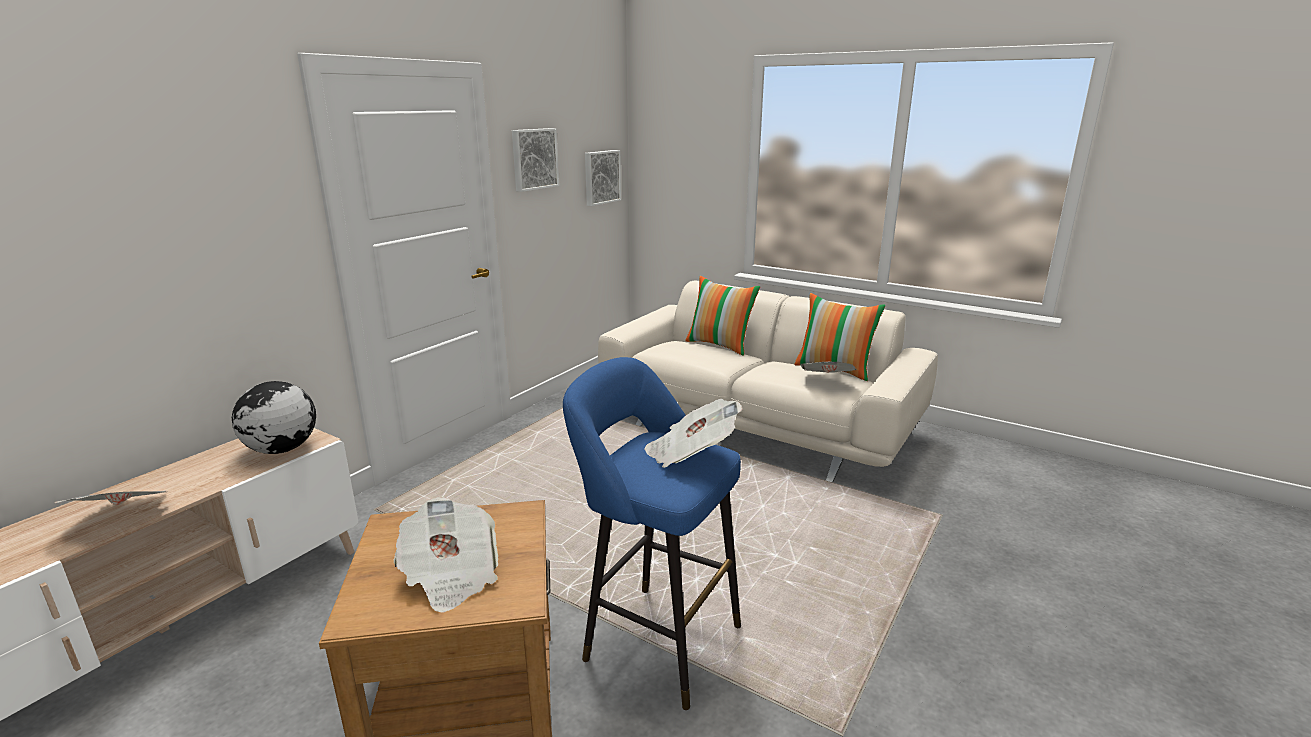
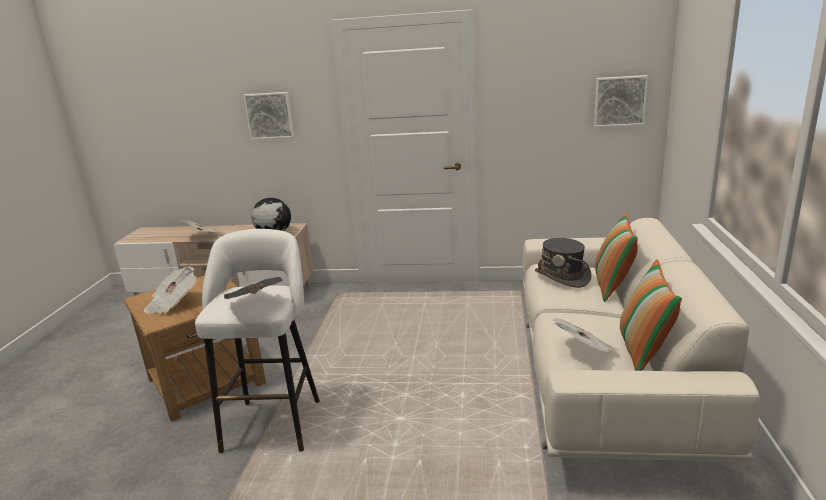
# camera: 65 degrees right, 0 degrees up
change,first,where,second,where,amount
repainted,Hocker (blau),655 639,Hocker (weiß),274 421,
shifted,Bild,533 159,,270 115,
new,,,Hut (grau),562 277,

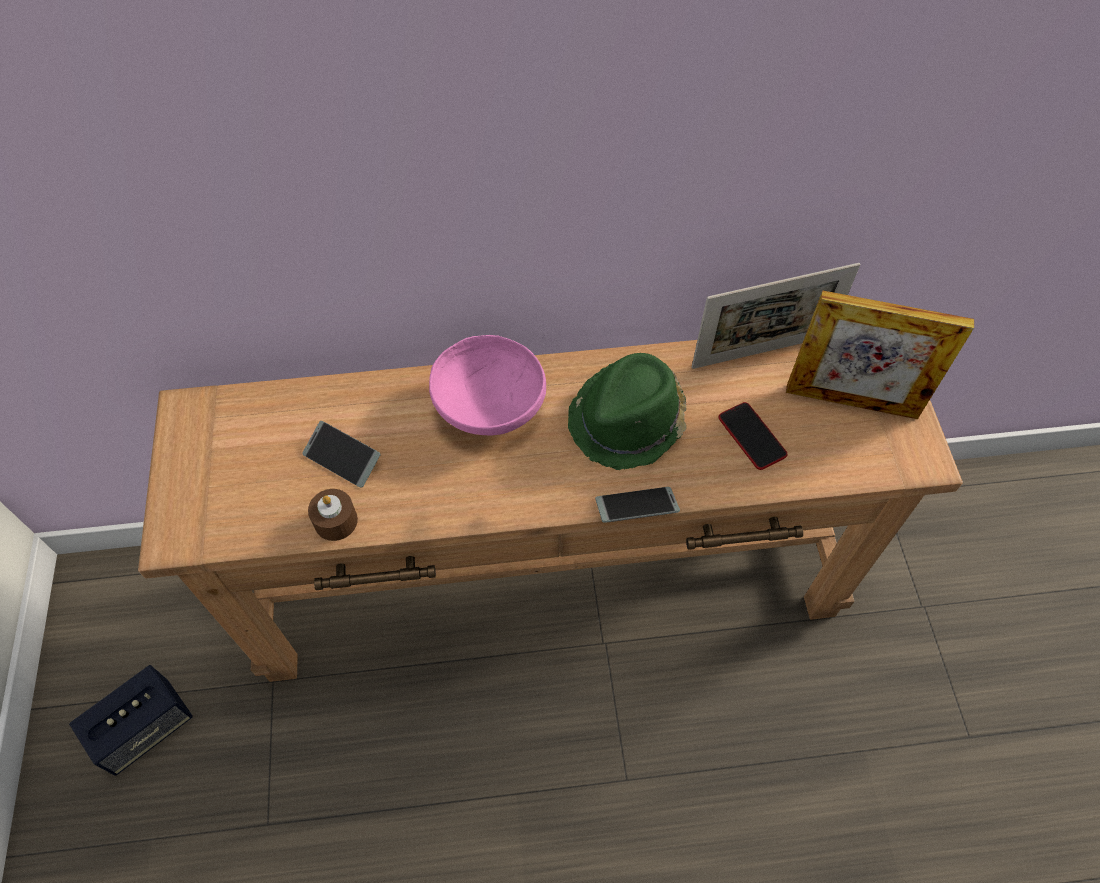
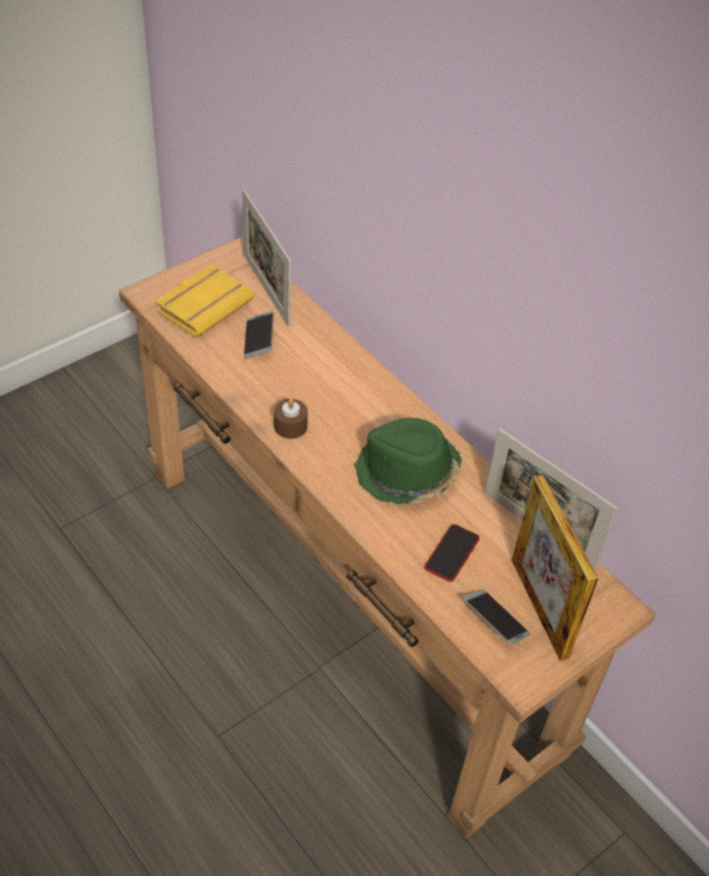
# camera: 55 degrees right, 10 degrees down
change,first,where,second,where,amount
new,,,Buch (gelb),204 304,
new,,,Bilderrahmen,266 290,
shifted,Kerze (braun),336 521,,290 426,
shifted,Handy,636 508,,494 620,
gone,Lautsprecher,144 728,,,
gone,Schüssel (rosa),488 407,,,

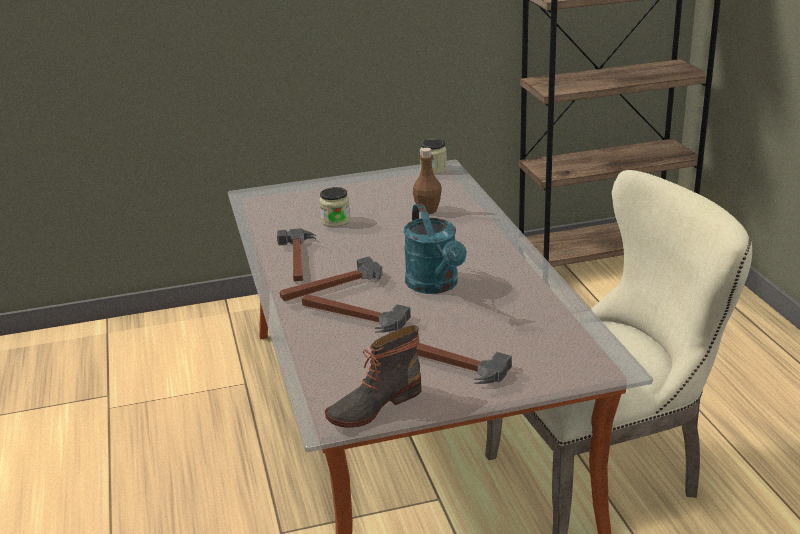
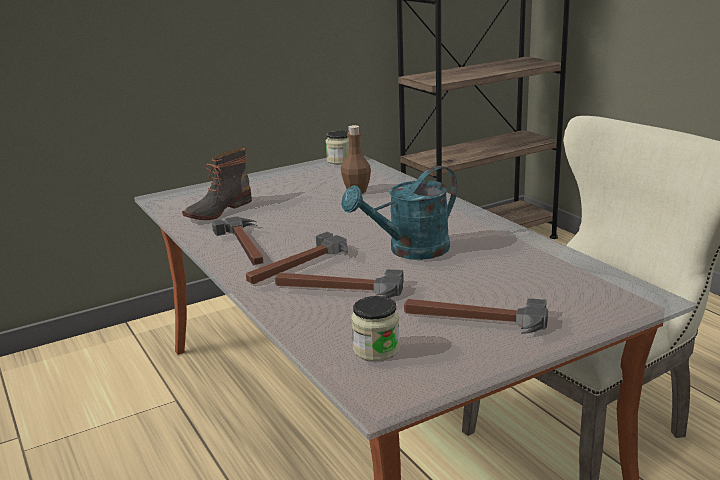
# camera: 15 degrees left, 5 degrees down
change,first,where,second,where,amount
shifted,Stiefel,373 405,,217 210,
rotated,Gießkanne (türkis),435 286,,410 251,90 degrees clockwise
shifted,Vorratsglas,335 221,,376 349,

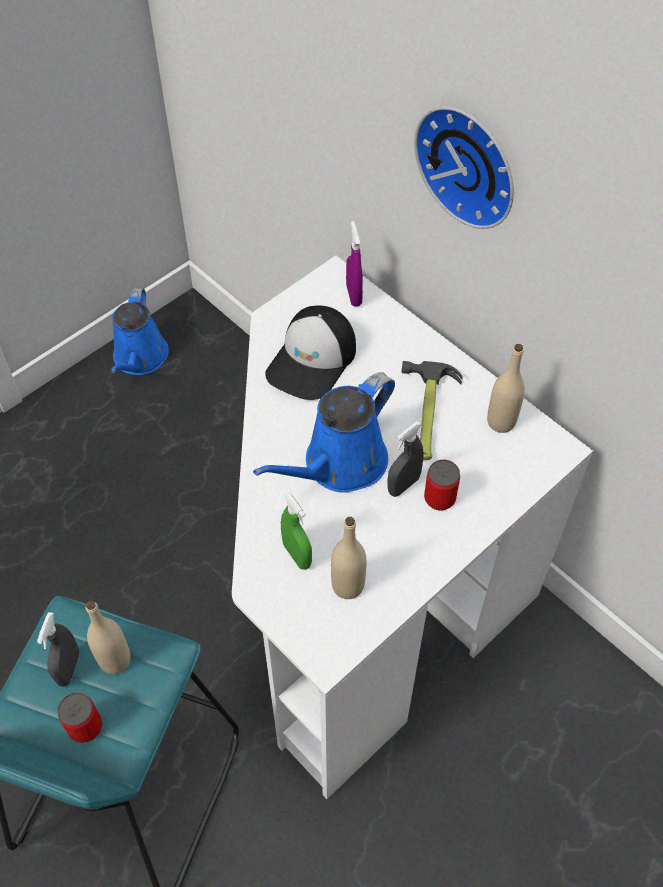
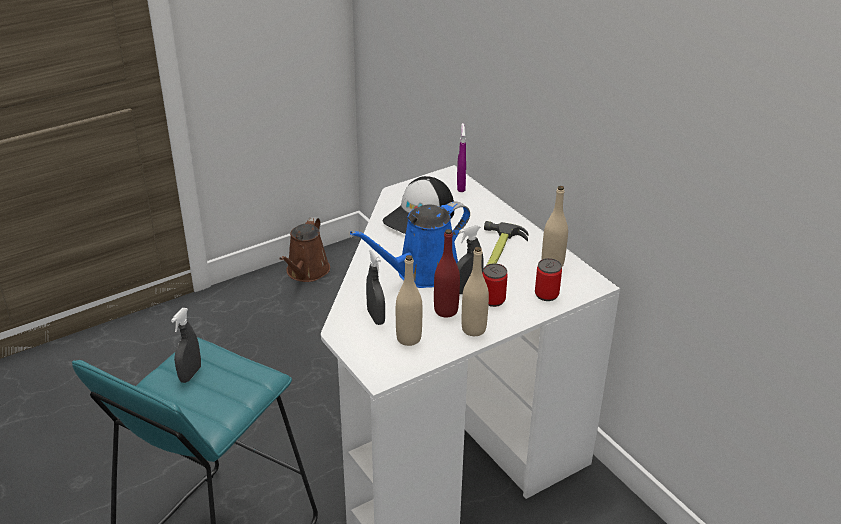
# camera: 10 degrees right, 20 degrees down
change,first,where,second,where,amount
repainted,Gießkanne (blau),139 359,Gießkanne (braun),306 272,
repainted,Sprühflasche (grün),297 555,Sprühflasche (grau),376 317,
new,,,Flasche (rot),446 311,
shifted,Flasche (beige),115 660,,473 329,
shifted,Dose,85 727,,546 294,
gone,Wanduhr,470 164,,,

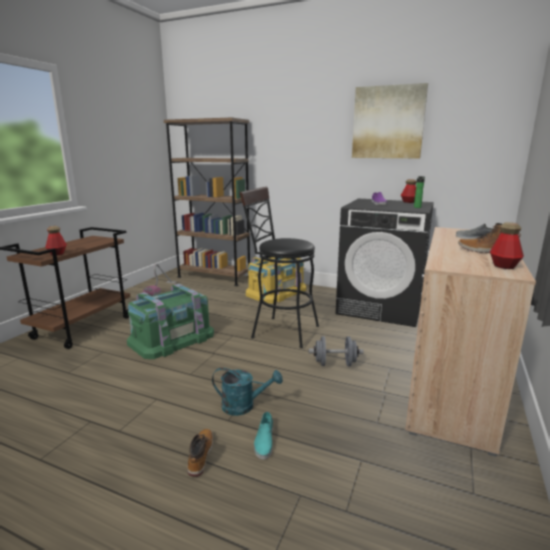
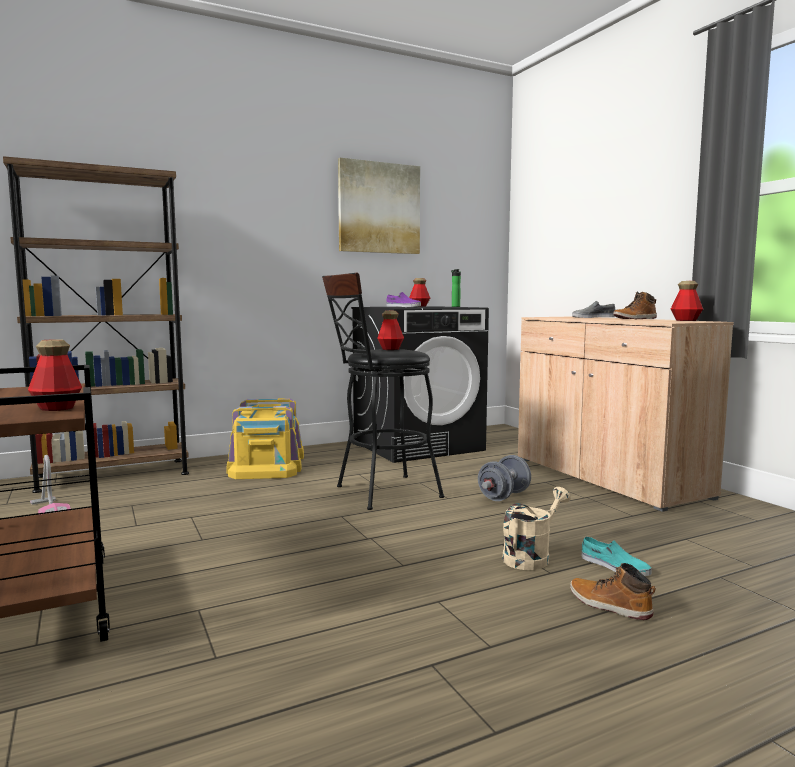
# camera: 50 degrees left, 10 degrees down
change,first,where,second,where,amount
new,,,Flasche,390 349,
repainted,Gießkanne (türkis),244 406,Gießkanne (beige),531 557,
gone,Aufbewahrungsbox (grün),171 338,,,

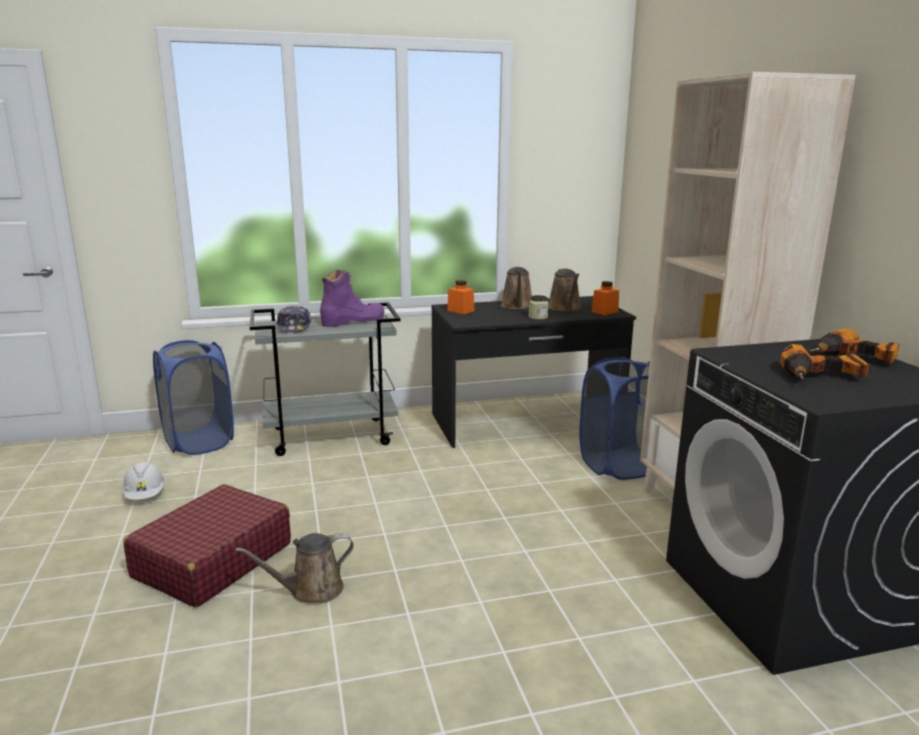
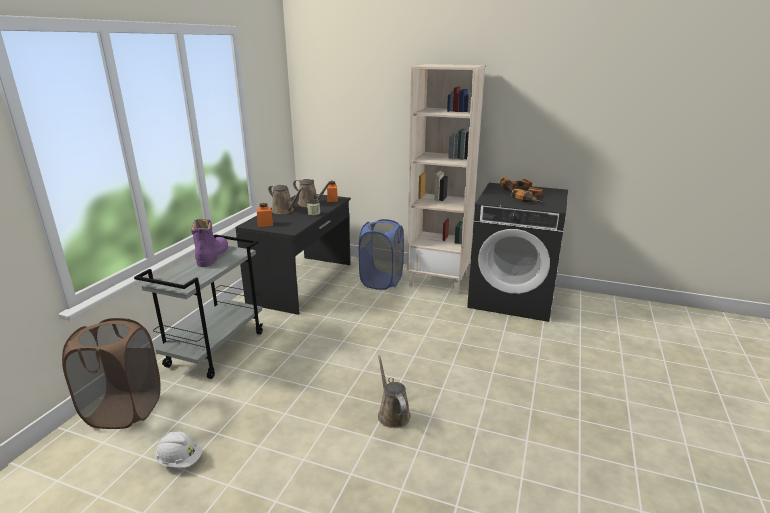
# camera: 55 degrees left, 5 degrees up
change,first,where,second,where,amount
repainted,Wäschekorb (blau),198 442,Wäschekorb (braun),124 410,
rotated,Gießkanne (braun),311 590,,392 414,150 degrees clockwise
gone,Koffer (rot),212 560,,,
gone,Kappe,294 327,,,

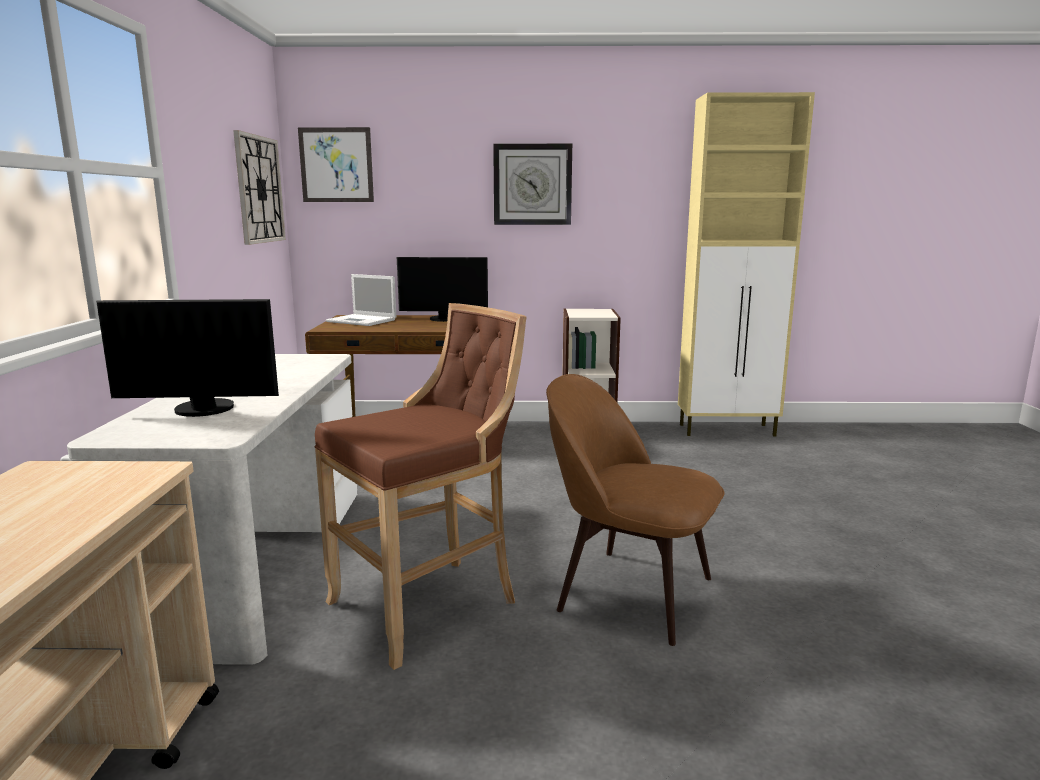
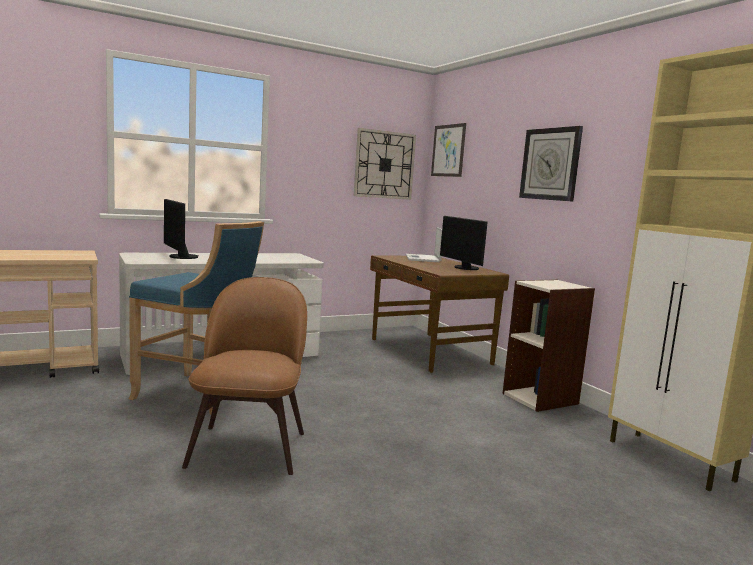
# camera: 60 degrees right, 5 degrees down
change,first,where,second,where,amount
repainted,Hocker (braun),430 604,Hocker (blau),198 395,

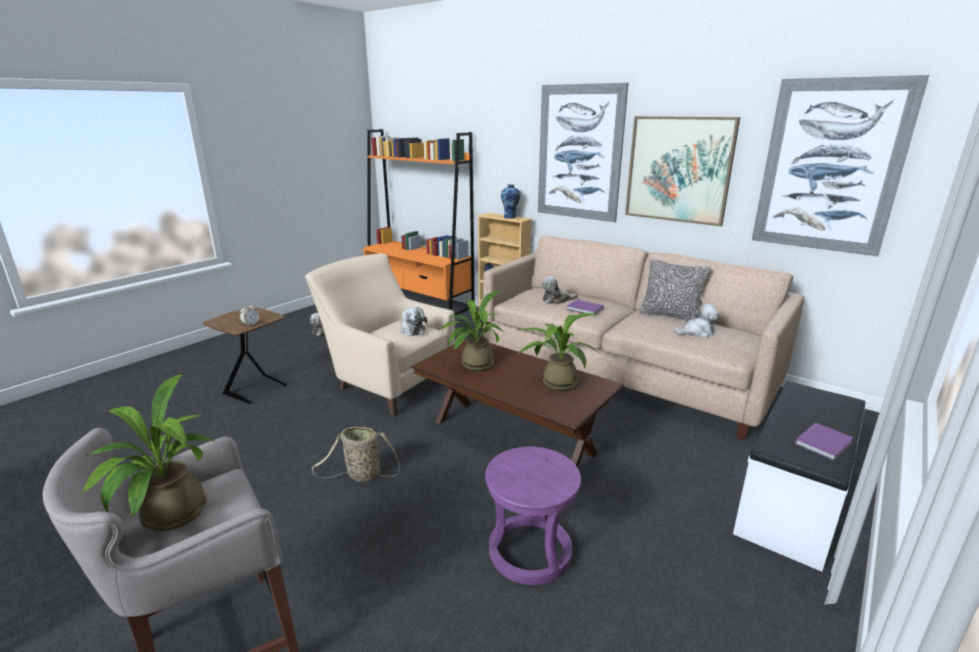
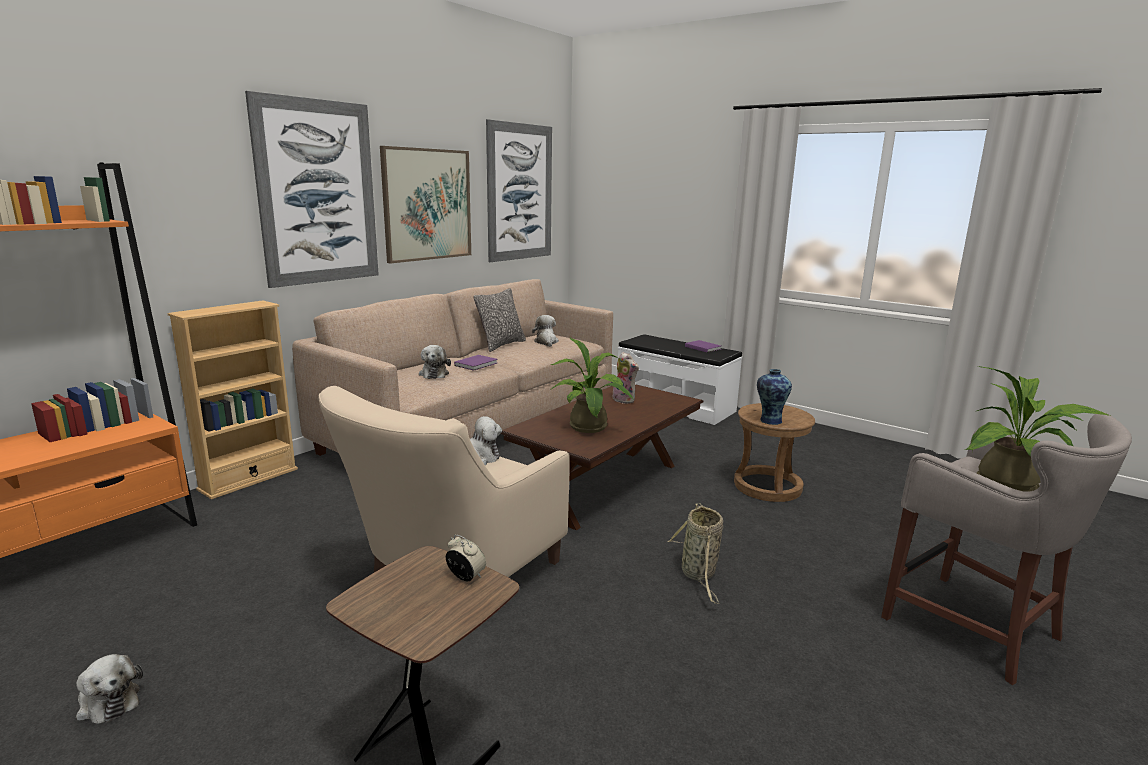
# camera: 90 degrees left, 5 degrees down
change,first,where,second,where,amount
swapped,Topfpflanze,555 382,Plüschtier,625 400,
repainted,Hocker (lila),530 552,Hocker (braun),768 486,
shifted,Vase,510 217,,769 420,

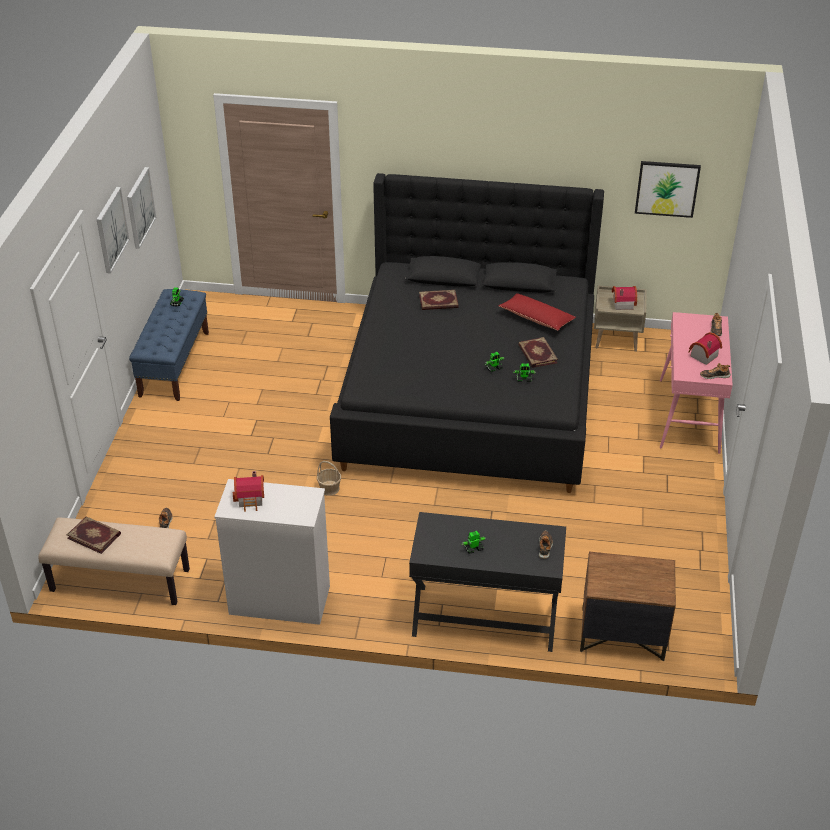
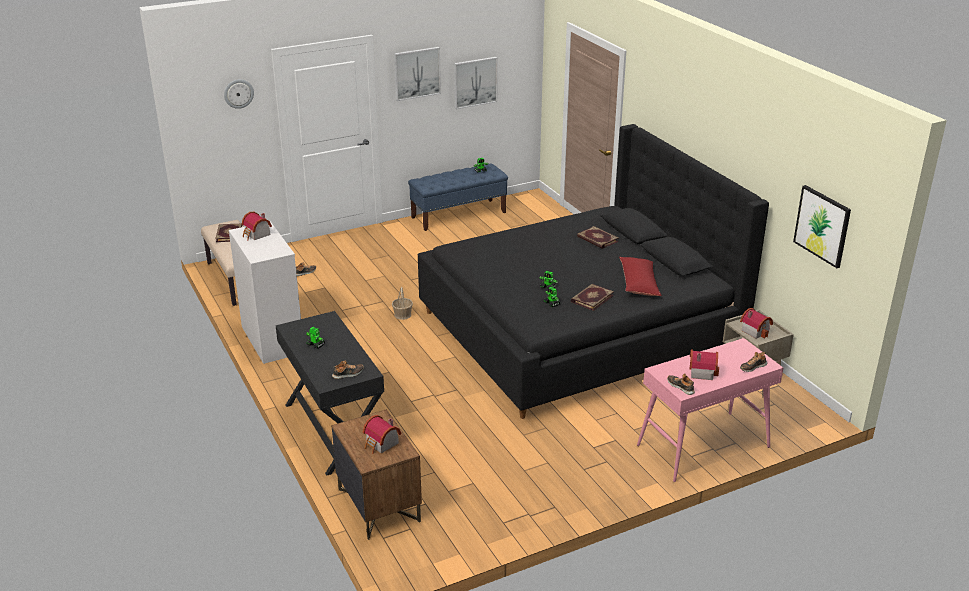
# camera: 55 degrees right, 10 degrees down
change,first,where,second,where,amount
new,,,Wanduhr,238 93,
new,,,Spielzeughaus,381 444,

